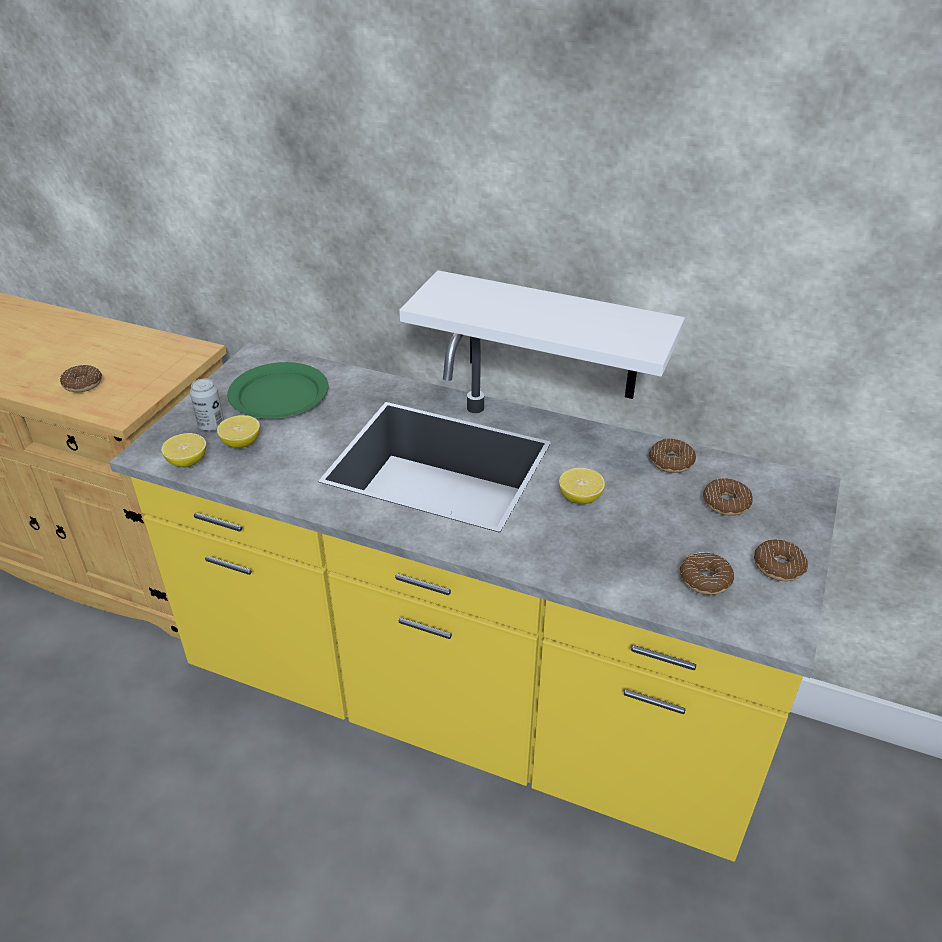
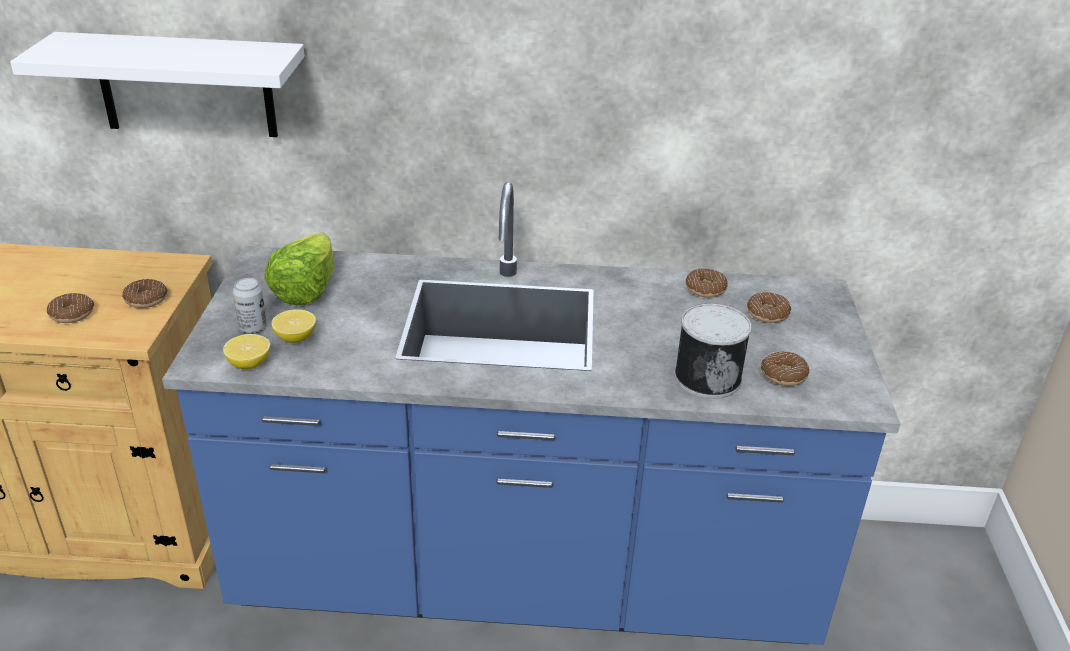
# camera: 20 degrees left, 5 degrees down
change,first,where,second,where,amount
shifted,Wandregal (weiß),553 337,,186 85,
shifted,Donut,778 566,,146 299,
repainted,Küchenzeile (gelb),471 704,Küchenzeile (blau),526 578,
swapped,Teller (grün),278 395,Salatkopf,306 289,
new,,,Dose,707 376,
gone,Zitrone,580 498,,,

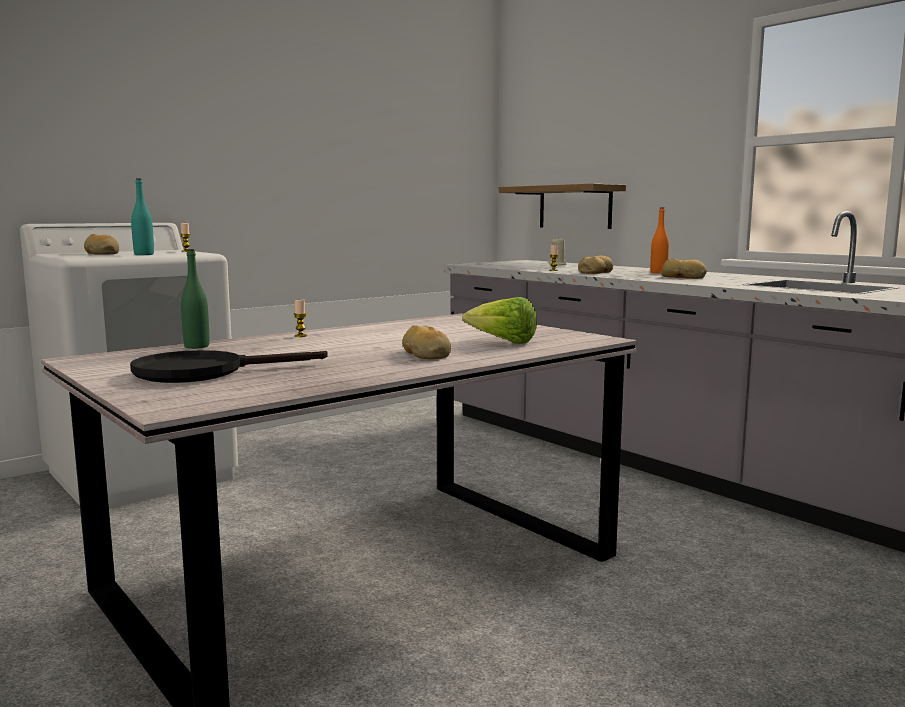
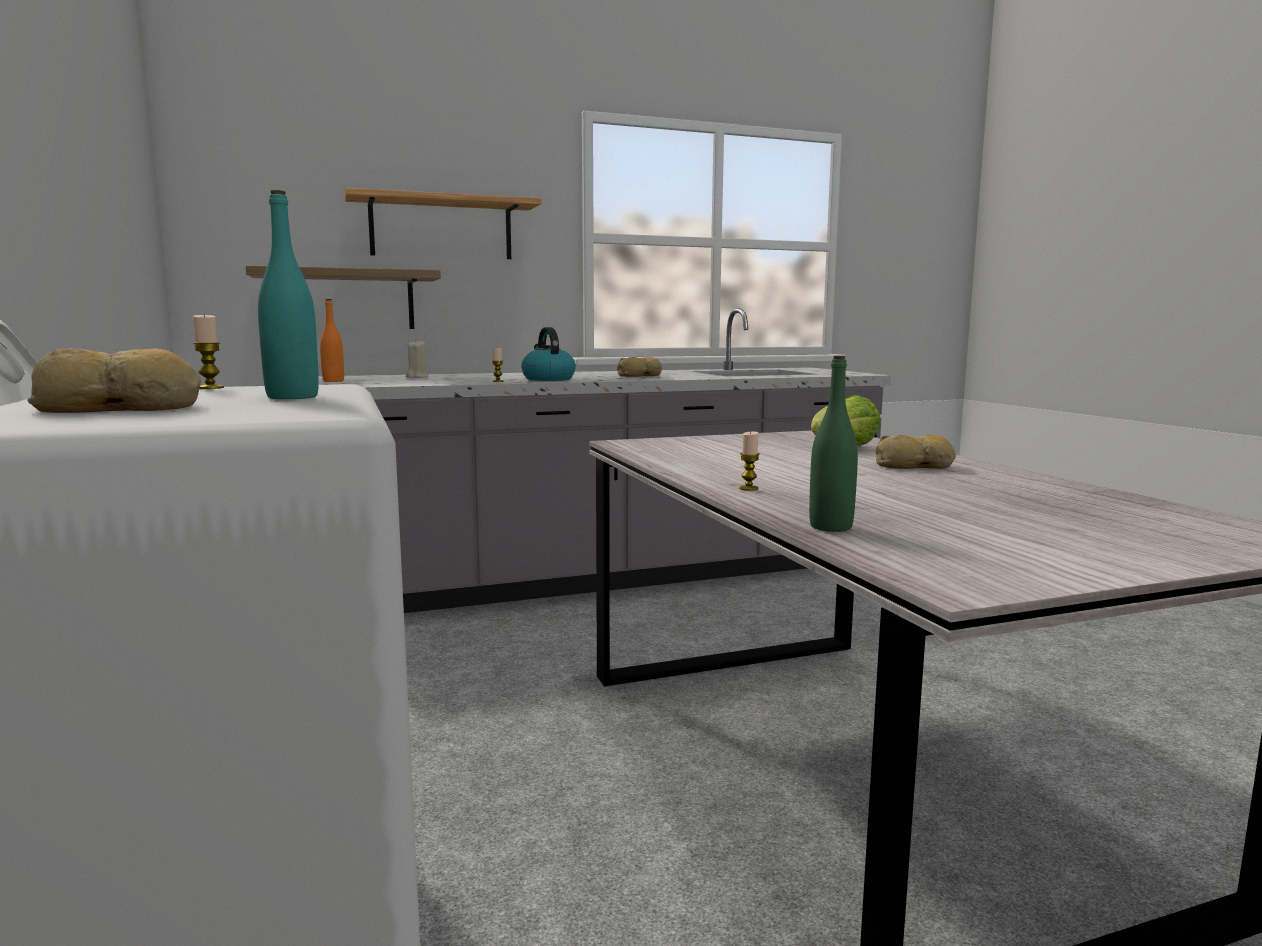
# camera: 70 degrees left, 0 degrees up
change,first,where,second,where,amount
shifted,Flasche (orange),658 273,,333 381,
new,,,Wandregal,441 229,
swapped,Brot,596 272,Wasserkessel,548 379,
gone,Pfanne (schwarz),205 372,,,

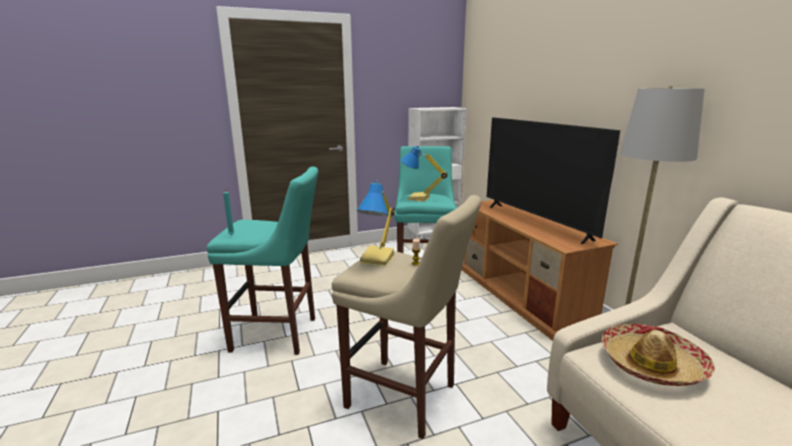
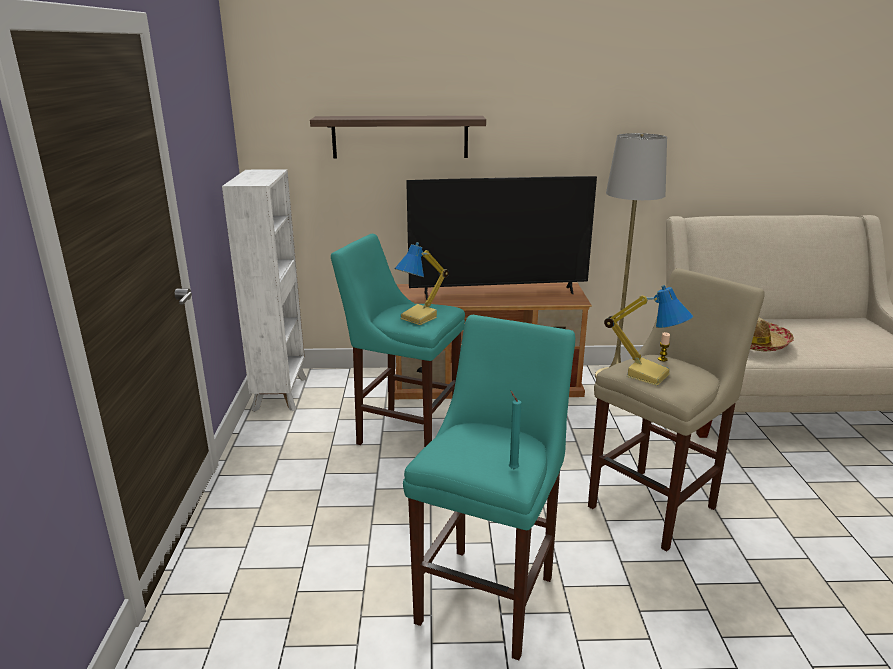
# camera: 70 degrees left, 5 degrees up
change,first,where,second,where,amount
new,,,Wandregal,400 137,

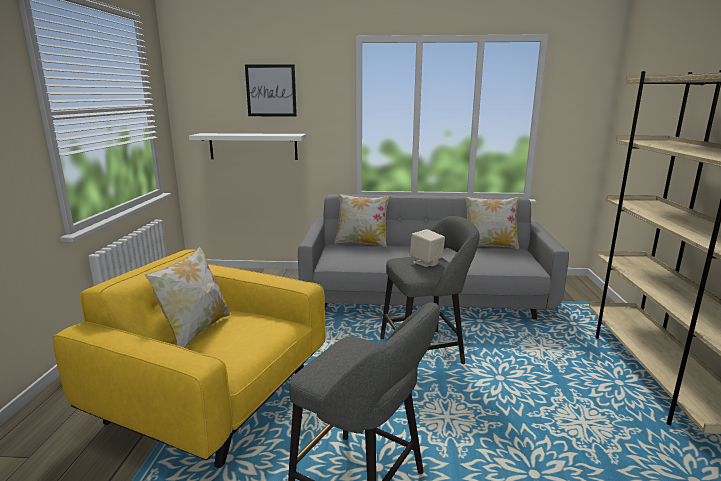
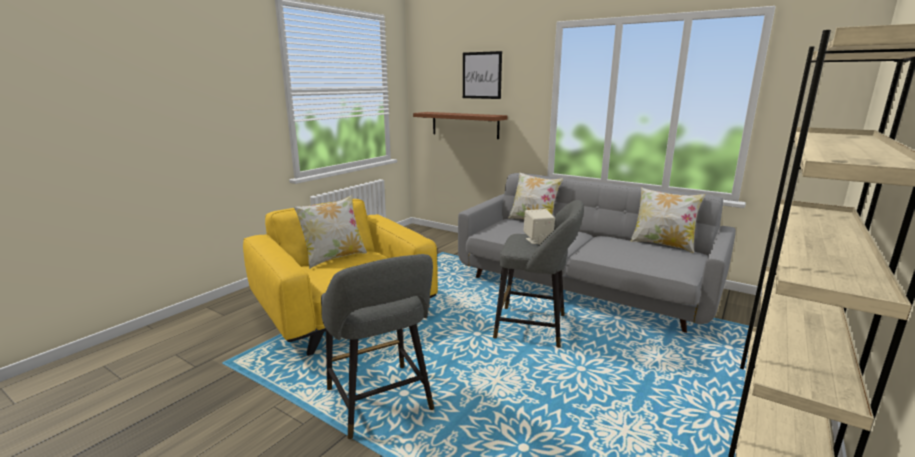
# camera: 30 degrees right, 0 degrees up
change,first,where,second,where,amount
repainted,Wandregal (weiß),253 146,Wandregal (braun),465 125,

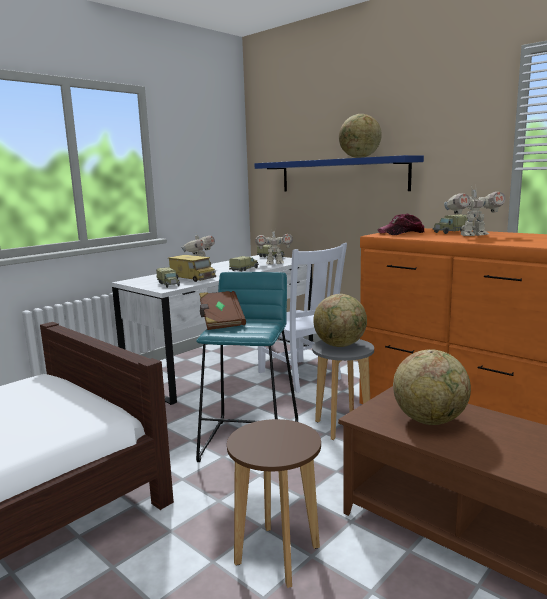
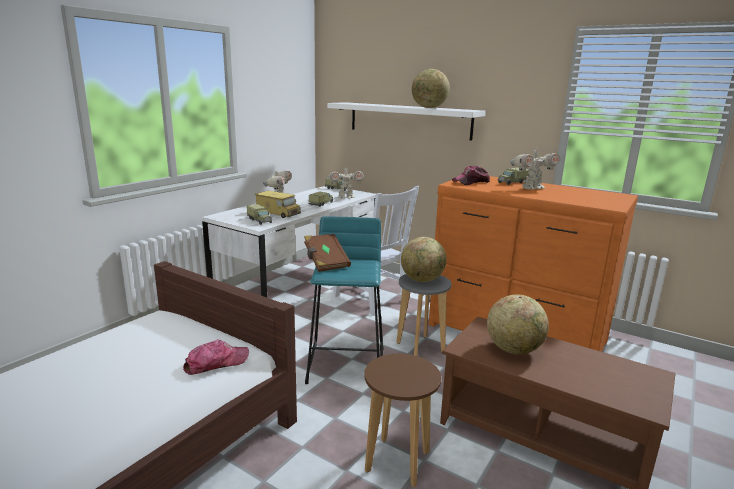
# camera: 10 degrees left, 5 degrees up
change,first,where,second,where,amount
new,,,Kappe,216 363,
repainted,Wandregal (blau),341 175,Wandregal (weiß),408 120,

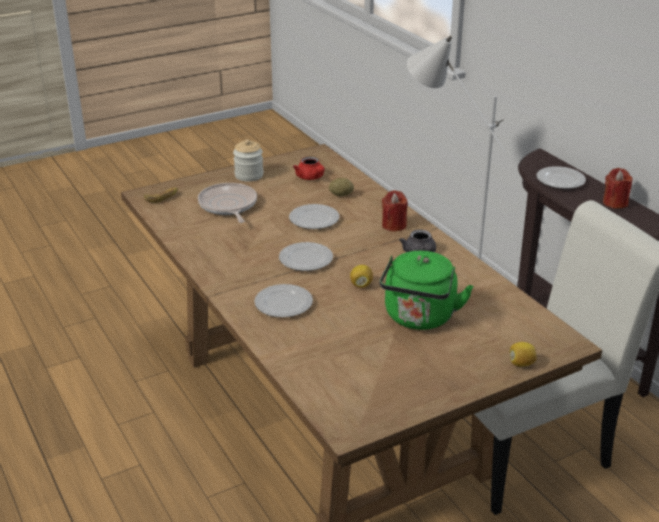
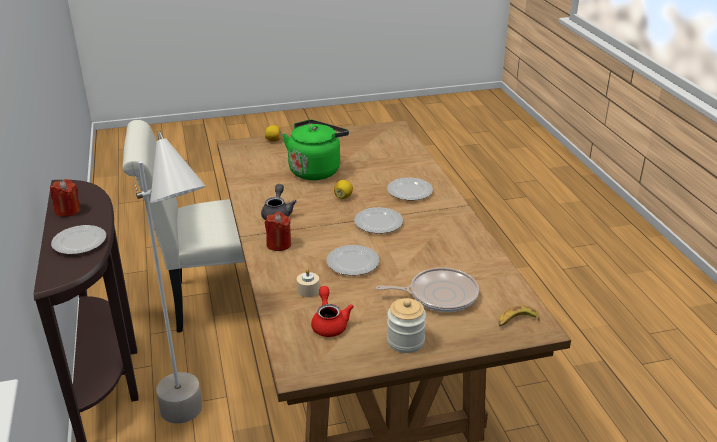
# camera: 165 degrees left, 0 degrees up
change,first,where,second,where,amount
swapped,Kartoffel,341 195,Kerze (beige),308 290,
rotated,Pfanne,228 206,,439 295,90 degrees counterclockwise

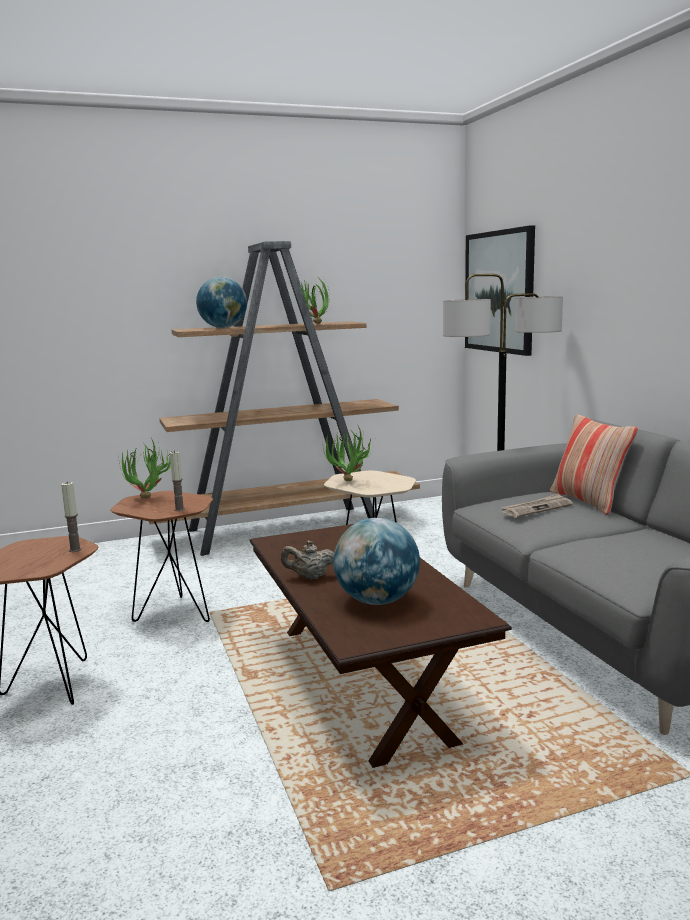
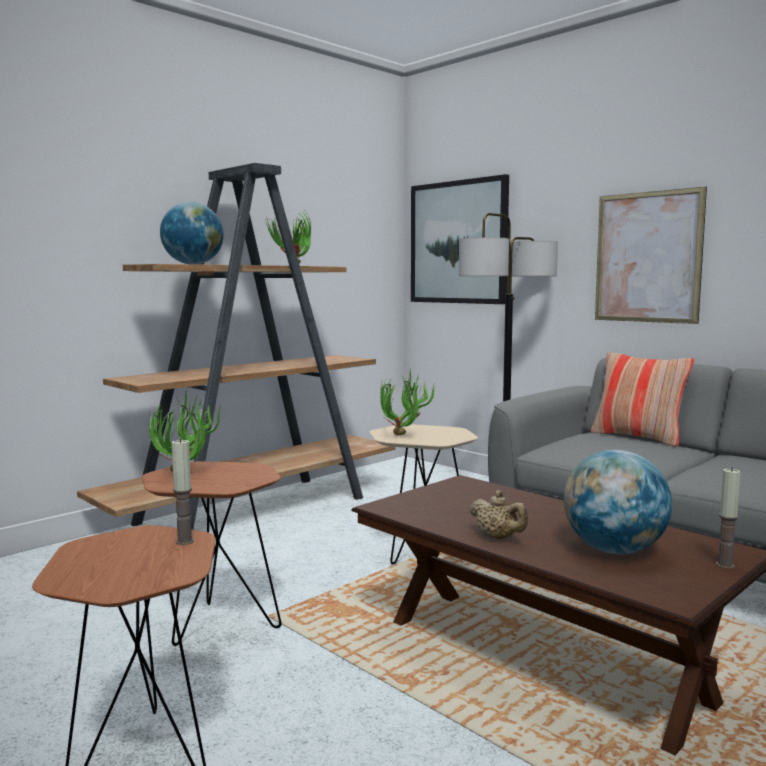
# camera: 25 degrees left, 5 degrees down
change,first,where,second,where,amount
rotated,Teekanne (beige),309 577,,498 537,105 degrees counterclockwise
new,,,Bild,647 257,
shifted,Kerze,179 509,,725 565,
gone,Zeitung,537 508,,,

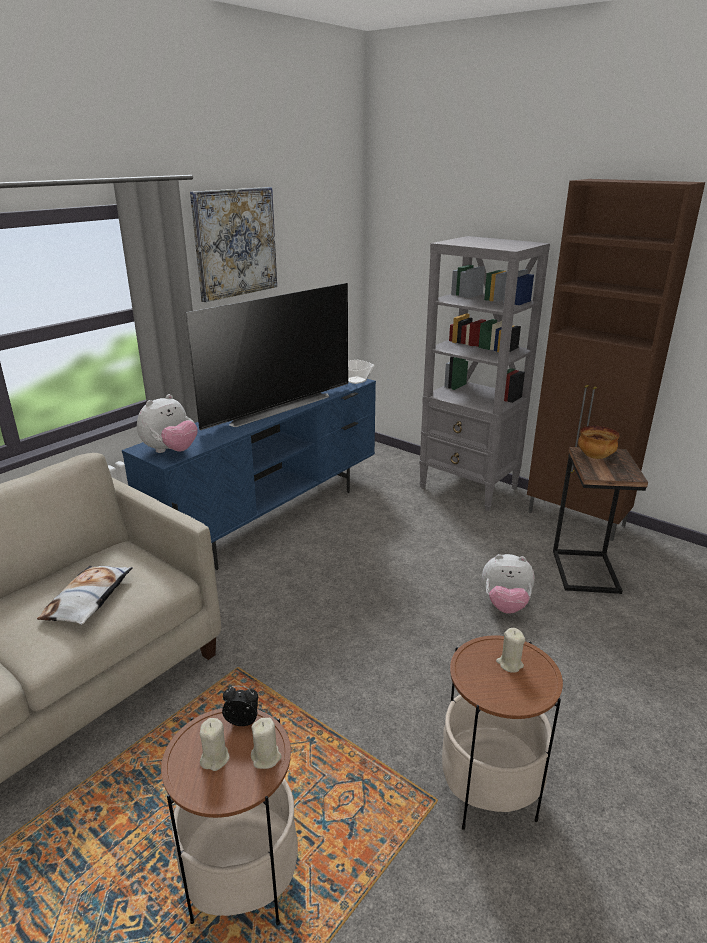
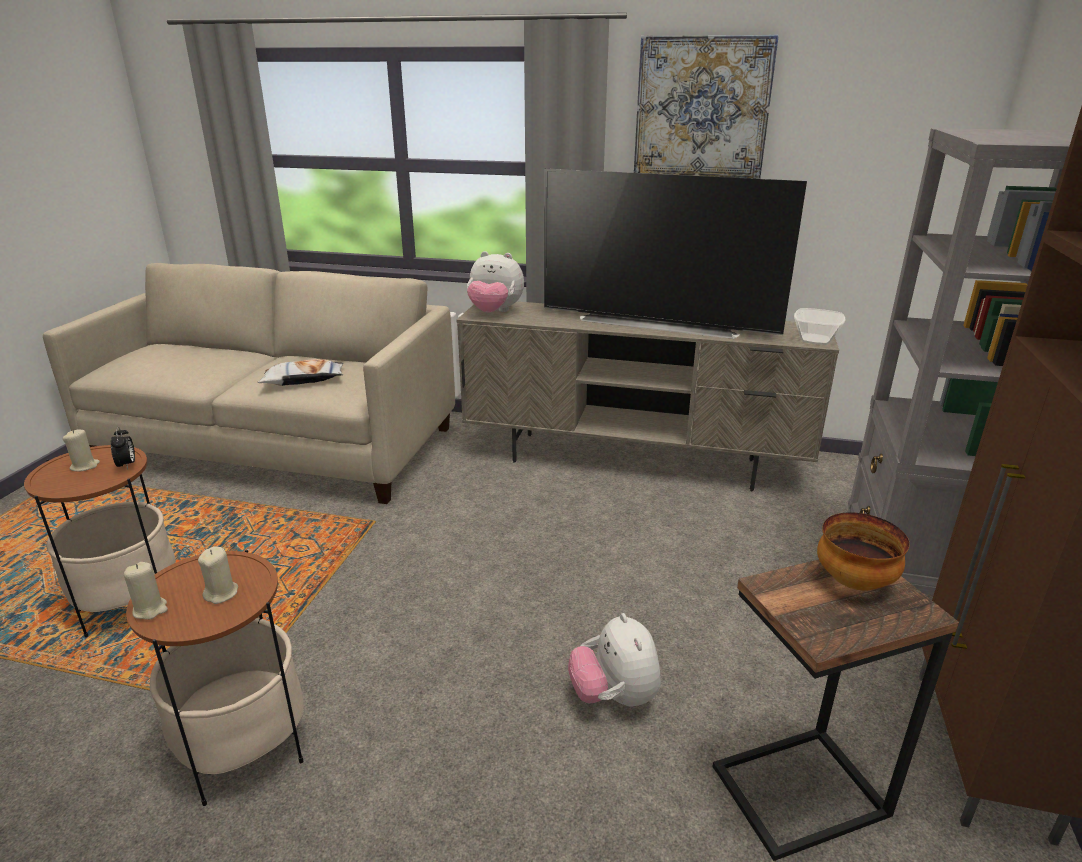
# camera: 65 degrees right, 0 degrees up
change,first,where,second,where,amount
shifted,Kerze (beige),266 757,,150 609,
repainted,Fernsehschrank (blau),273 518,Fernsehschrank (beige),634 461,

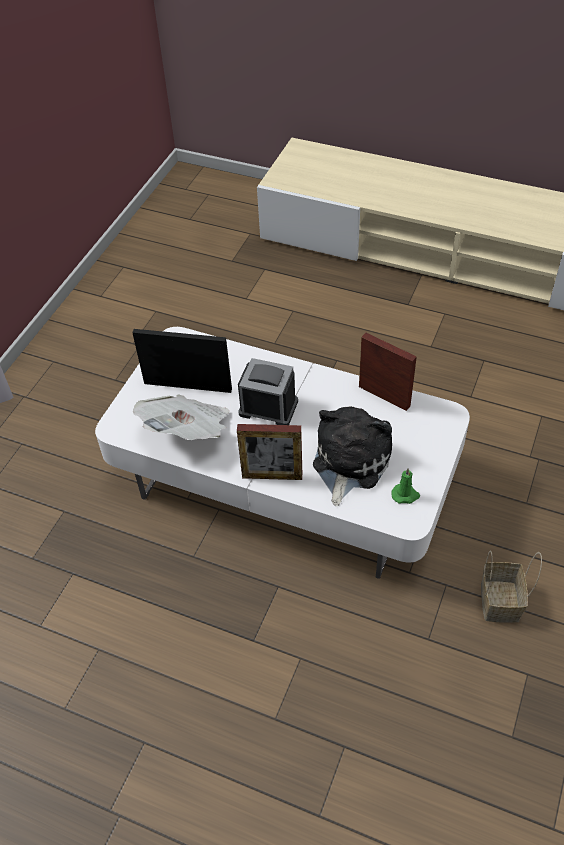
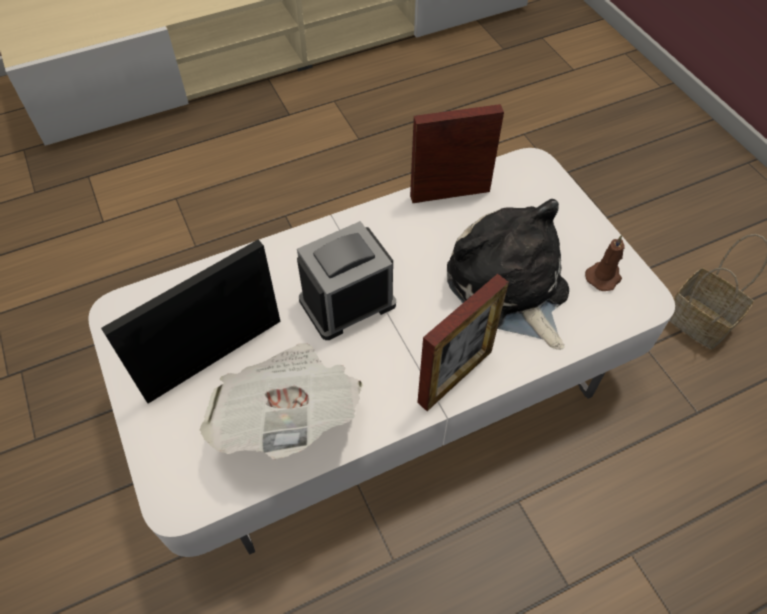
# camera: 50 degrees left, 5 degrees up
change,first,where,second,where,amount
repainted,Kerze (grün),405 495,Kerze (braun),604 276,

